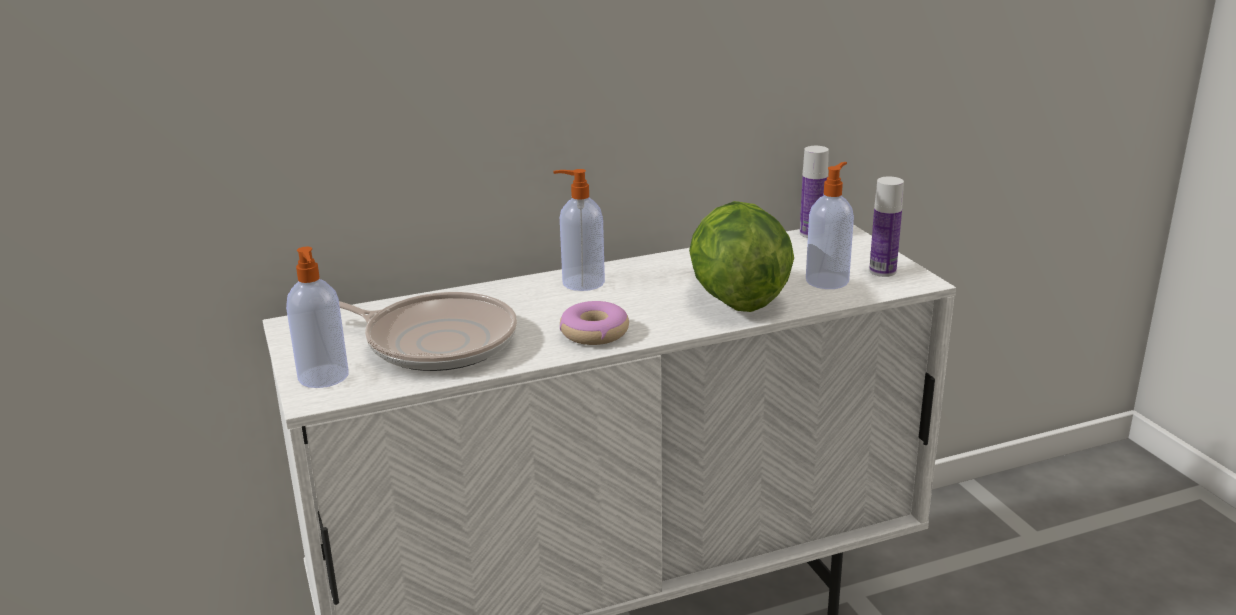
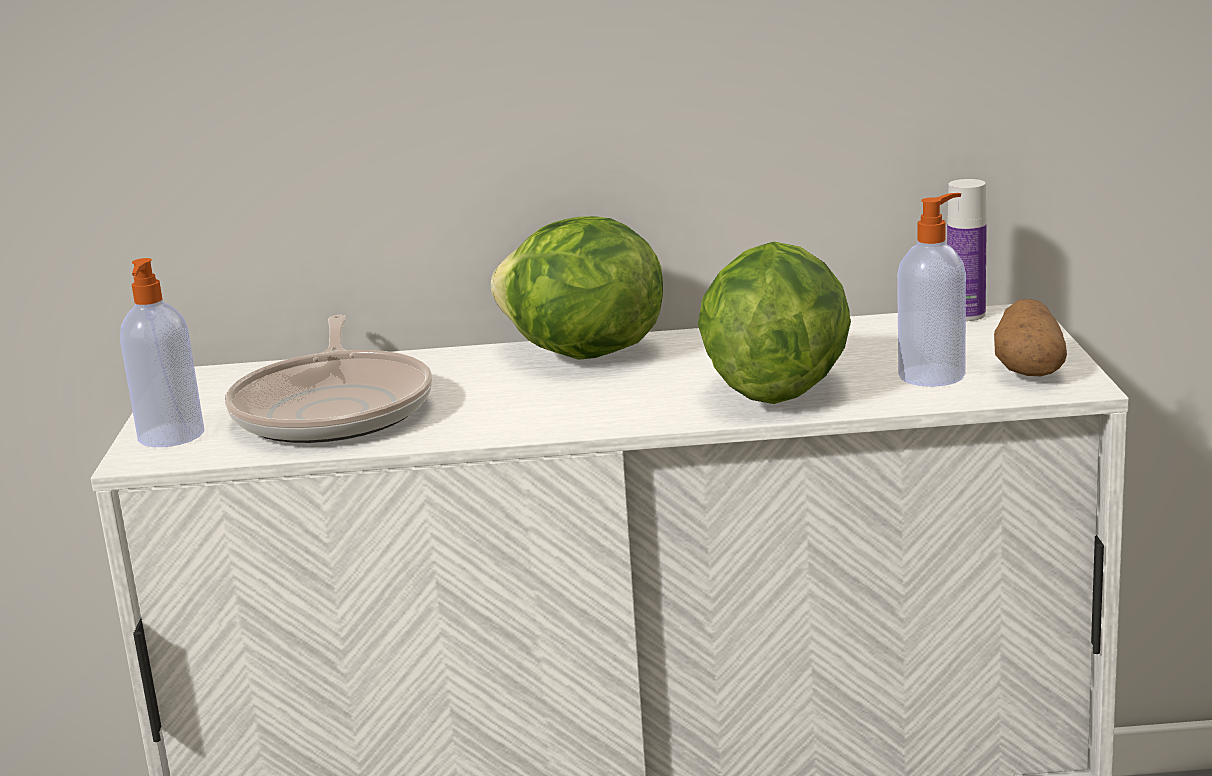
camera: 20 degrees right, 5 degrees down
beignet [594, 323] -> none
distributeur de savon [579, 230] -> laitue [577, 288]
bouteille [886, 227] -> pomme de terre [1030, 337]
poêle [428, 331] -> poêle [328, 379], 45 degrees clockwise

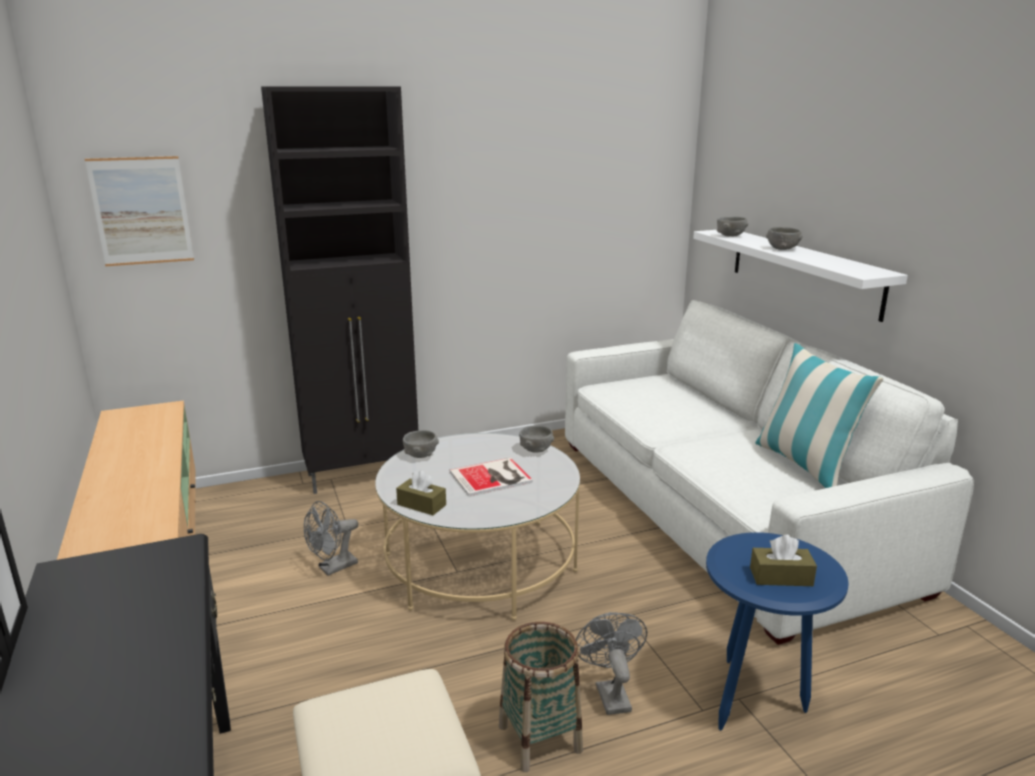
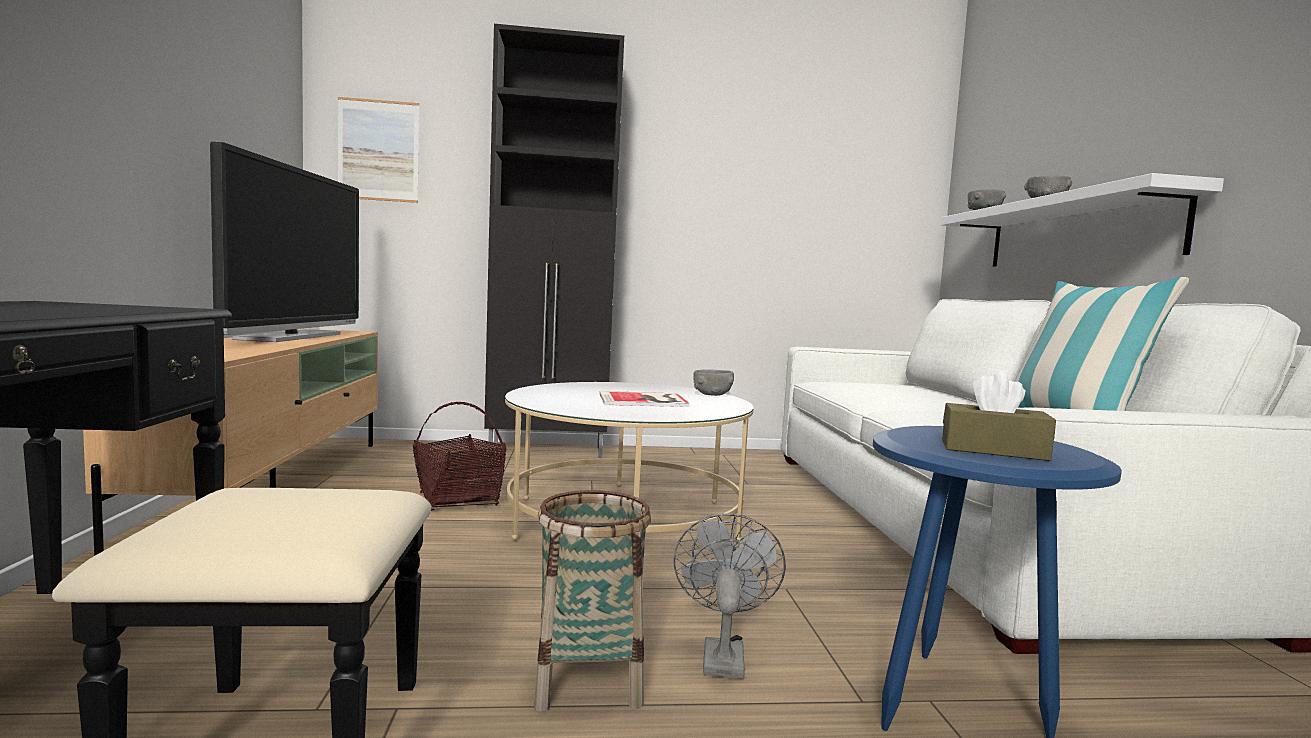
camera: 15 degrees right, 15 degrees down
boîte à mouchoirs (marron) [421, 492] -> none
bol (gris) [421, 444] -> none
none -> téléviseur [284, 242]
ventilateur (gris) [331, 538] -> panier [459, 456]

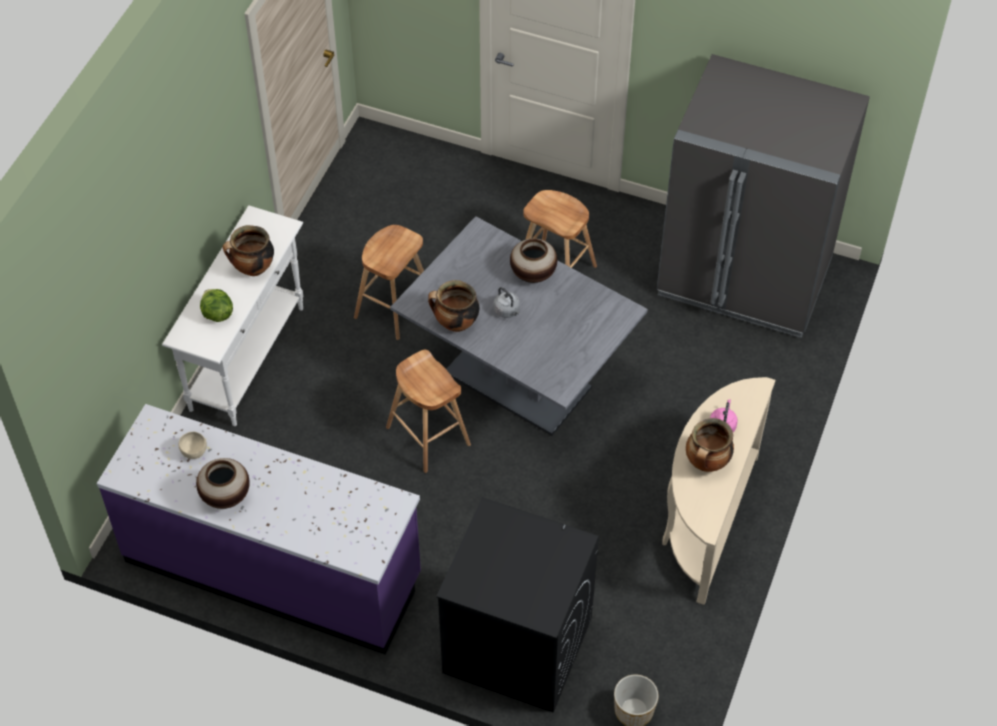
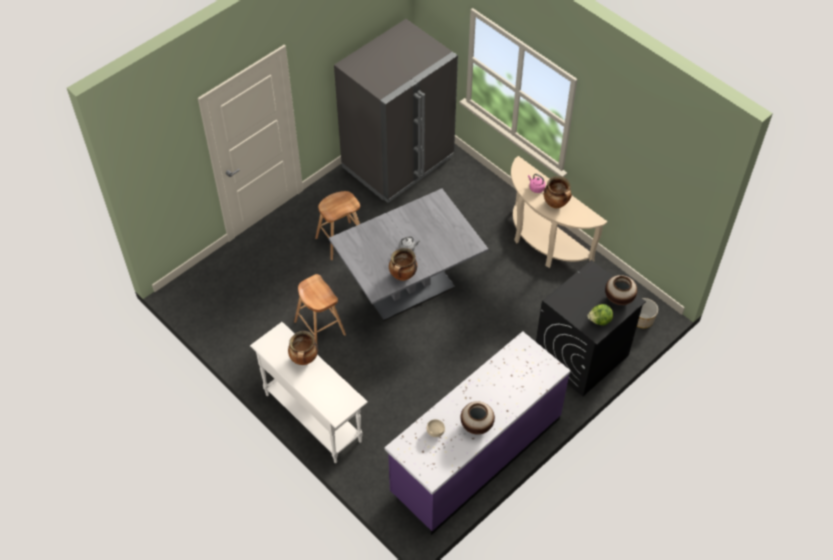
camera: 65 degrees left, 0 degrees up
tabouret (marron) [428, 411] -> none
laitue [216, 305] -> laitue [600, 314], shifted
vase [533, 260] -> vase [621, 290], shifted

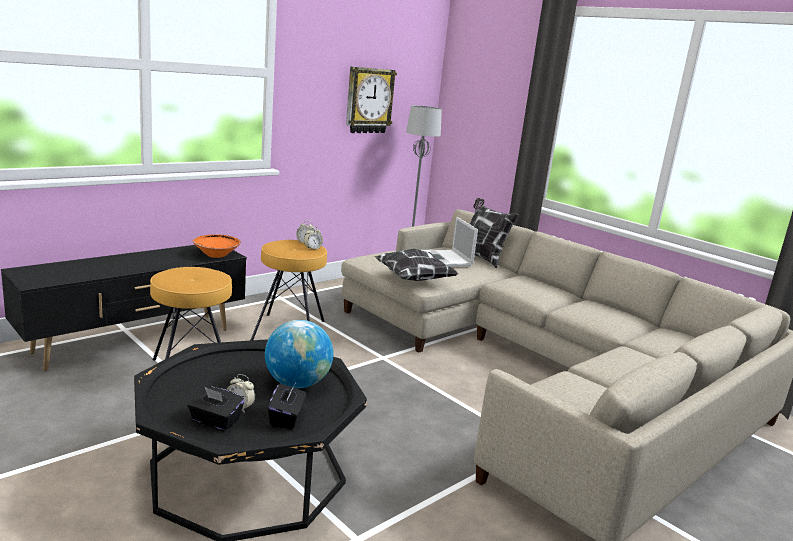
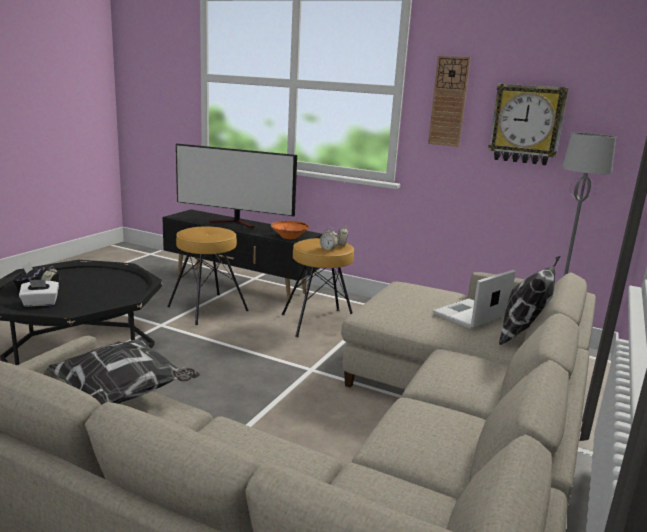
camera: 70 degrees right, 0 degrees up
globe [299, 354] -> none
none -> téléviseur [236, 186]
none -> horloge murale [449, 101]
coussin [416, 265] -> coussin [123, 372], shifted
boîte à mouchoirs (noir) [287, 406] -> boîte à mouchoirs (blanc) [39, 293]

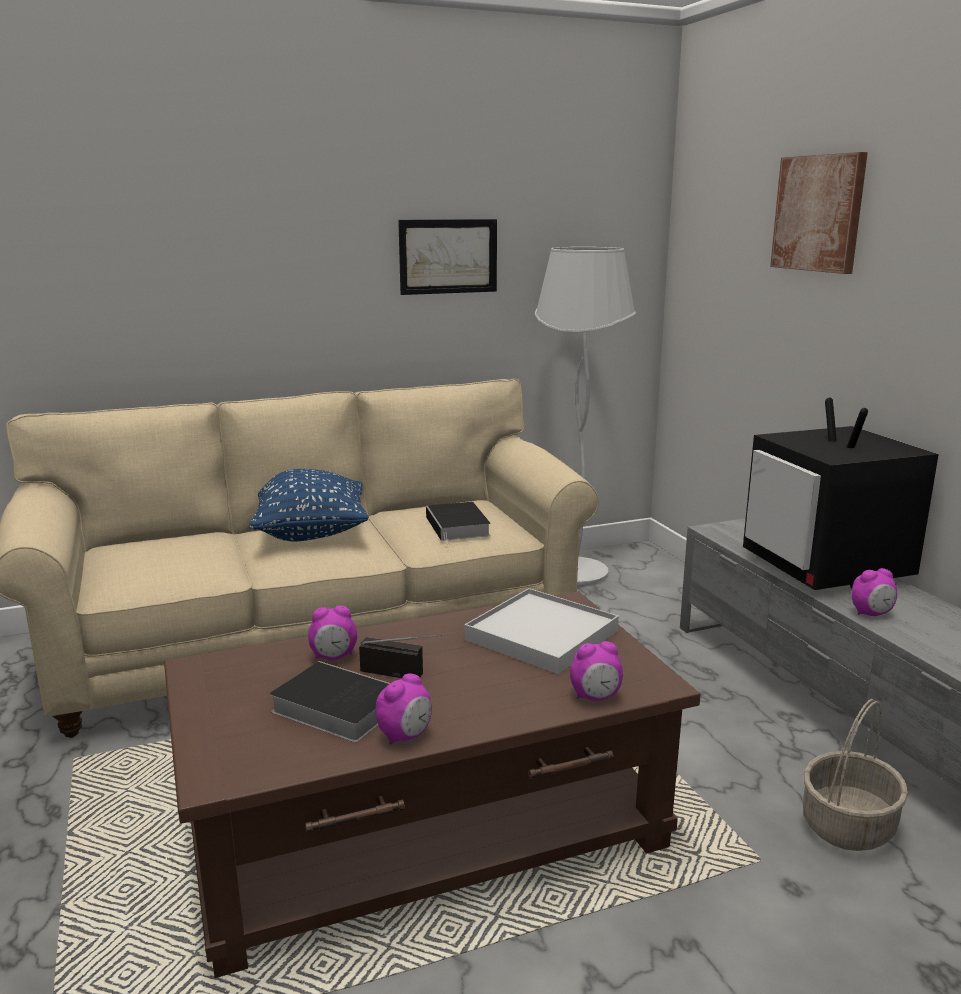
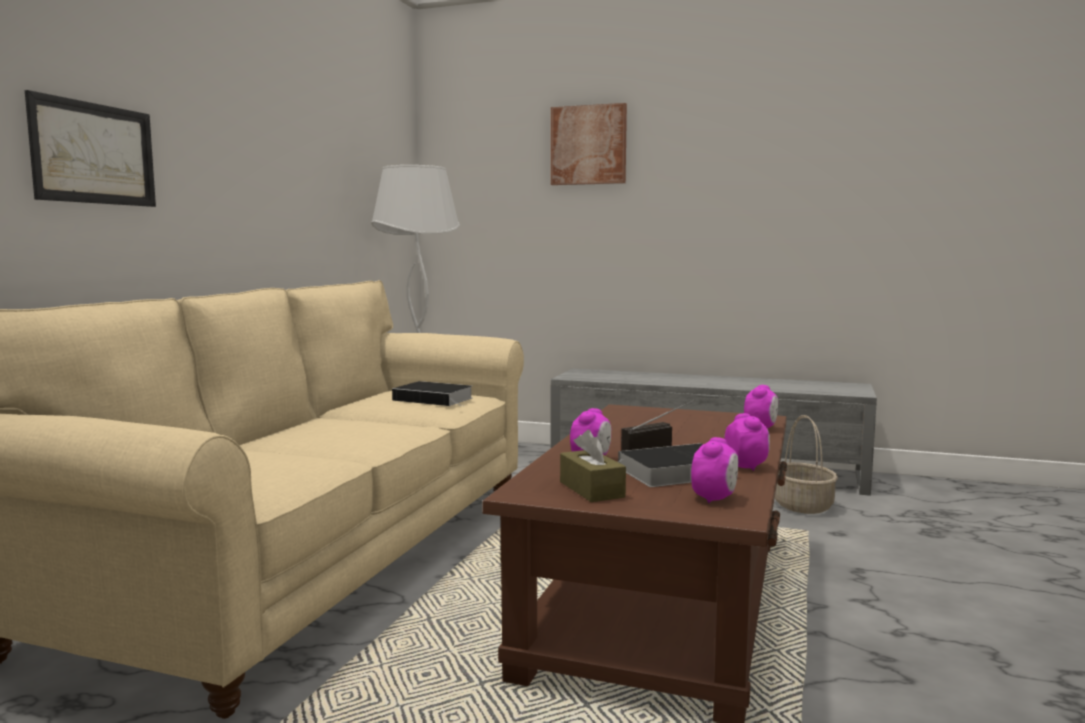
camera: 50 degrees left, 10 degrees down
coussin (bleu) [308, 505] -> none
plateau (blanc) [542, 631] -> none
téléviseur [841, 493] -> none
none -> boîte à mouchoirs (marron) [593, 466]
tableau [447, 257] -> tableau [90, 148], shifted
réveil [874, 592] -> réveil [714, 470], shifted

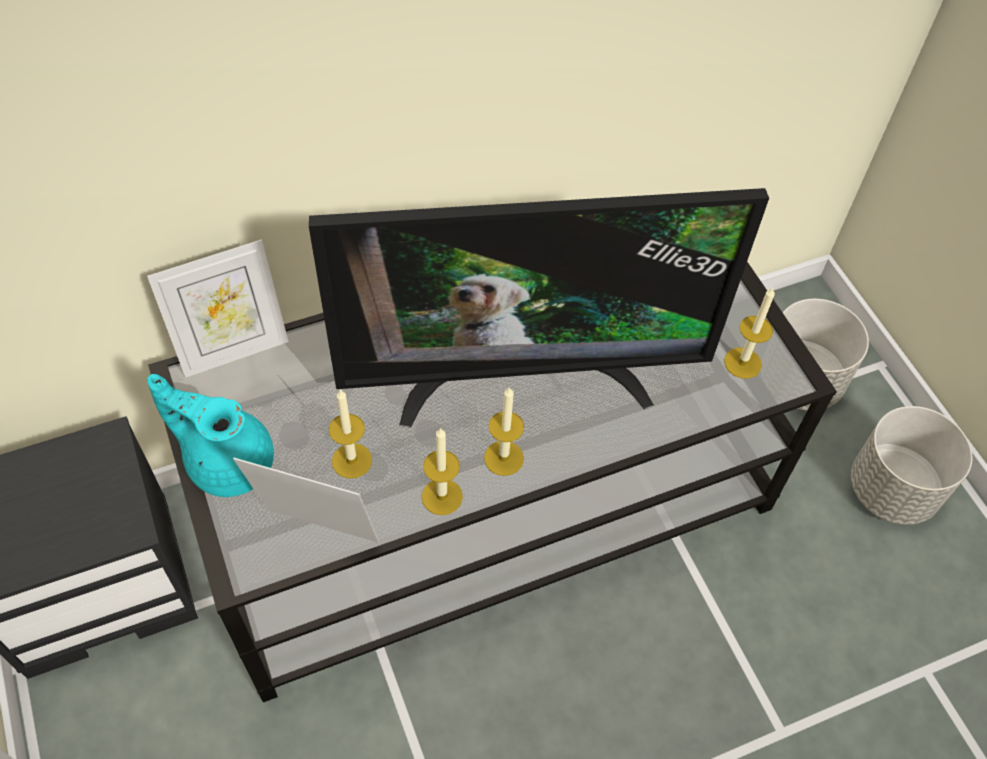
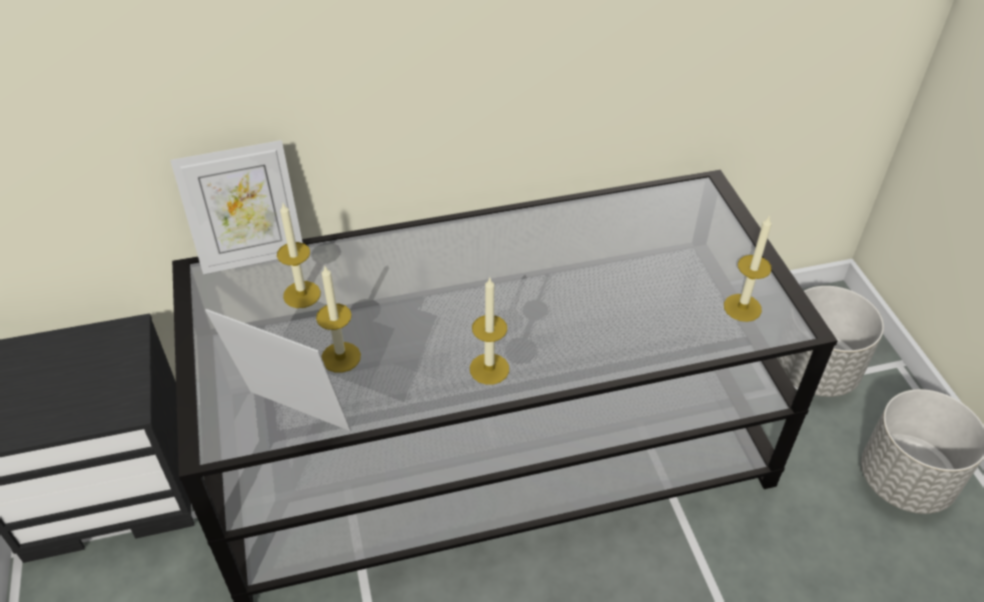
camera: 10 degrees right, 10 degrees down
théière (turquoise) [210, 435] -> none
téléviseur [539, 307] -> none
bougie [442, 471] -> bougie [299, 255], shifted

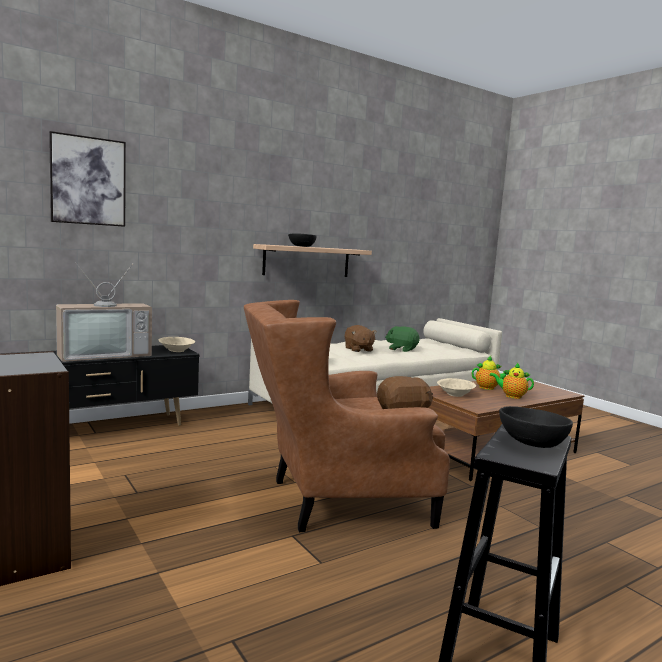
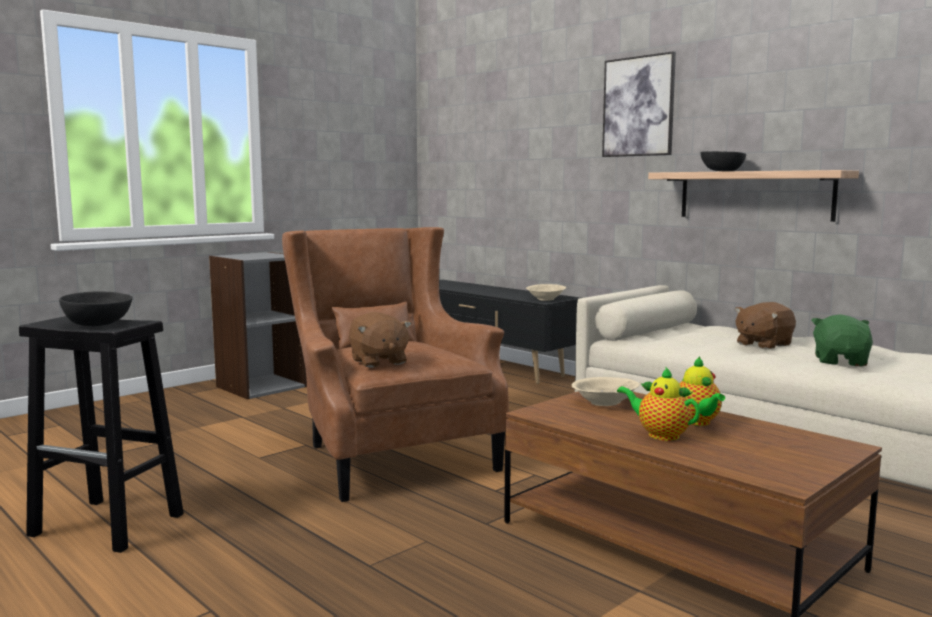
camera: 80 degrees right, 0 degrees up
téléviseur [104, 312] -> none
tableau [87, 179] -> tableau [639, 104], shifted
théière [511, 381] -> théière [658, 403], 60 degrees counterclockwise

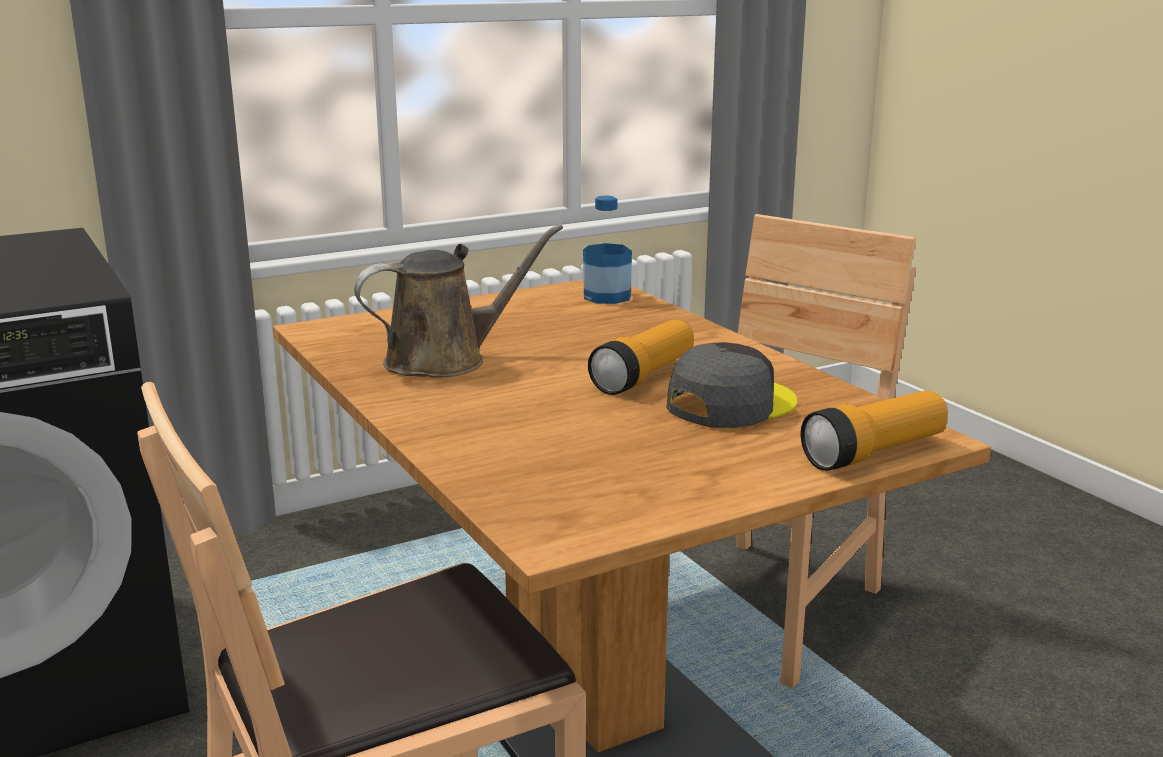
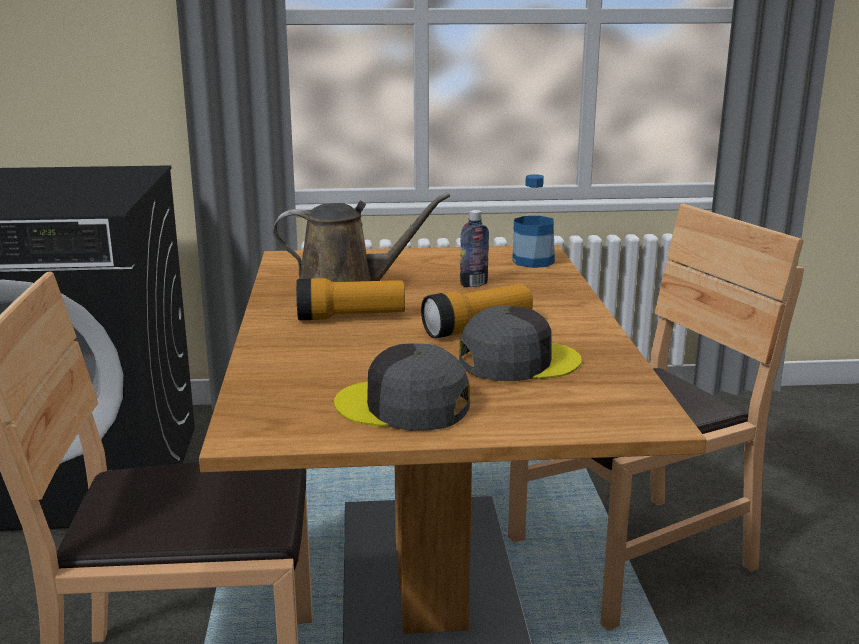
camera: 25 degrees right, 0 degrees up
none -> casquette (gris) [402, 387]
none -> bouteille [474, 248]
lampe de poche [874, 430] -> lampe de poche [350, 299], shifted

